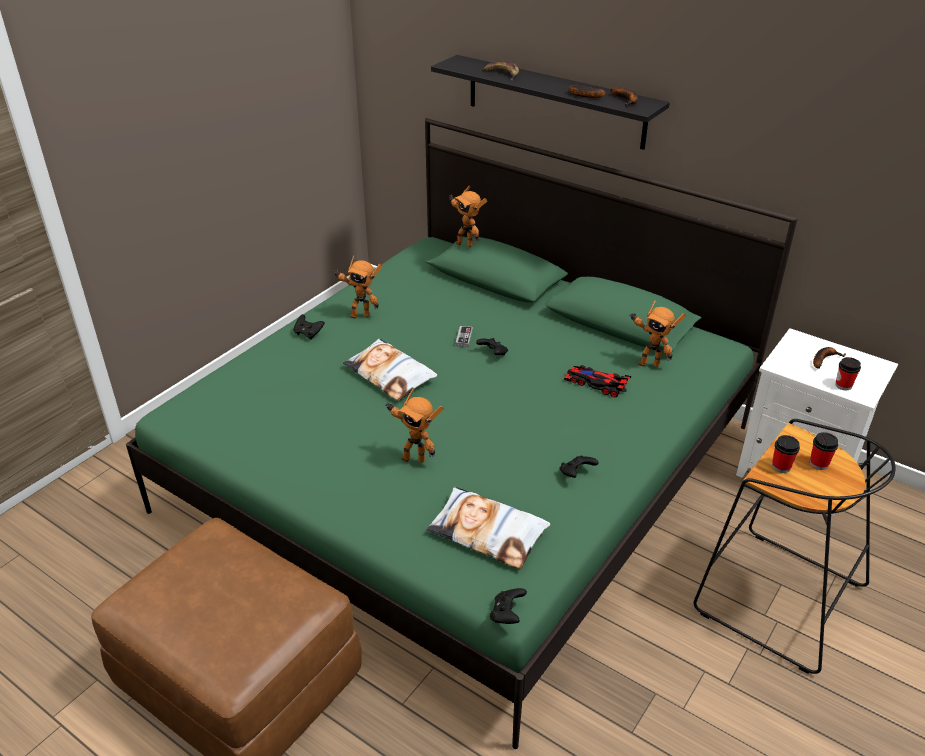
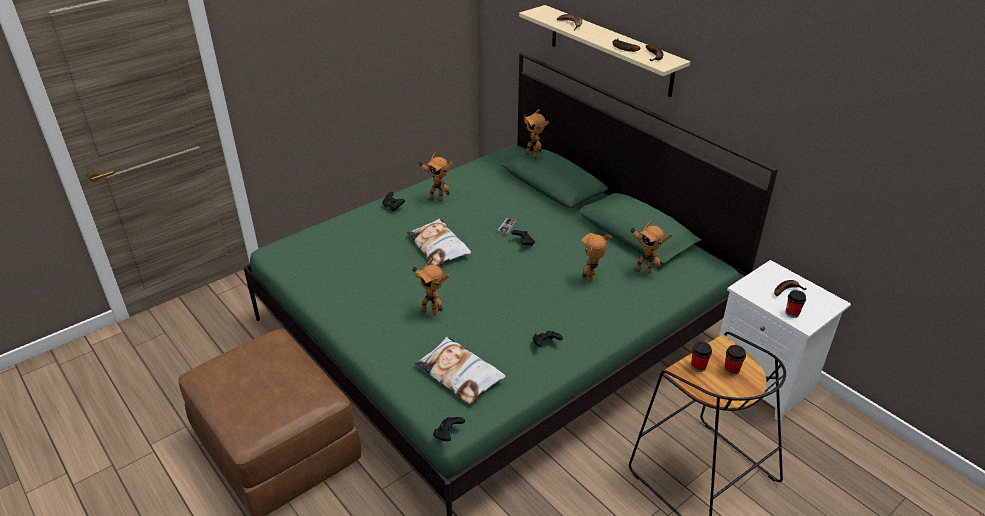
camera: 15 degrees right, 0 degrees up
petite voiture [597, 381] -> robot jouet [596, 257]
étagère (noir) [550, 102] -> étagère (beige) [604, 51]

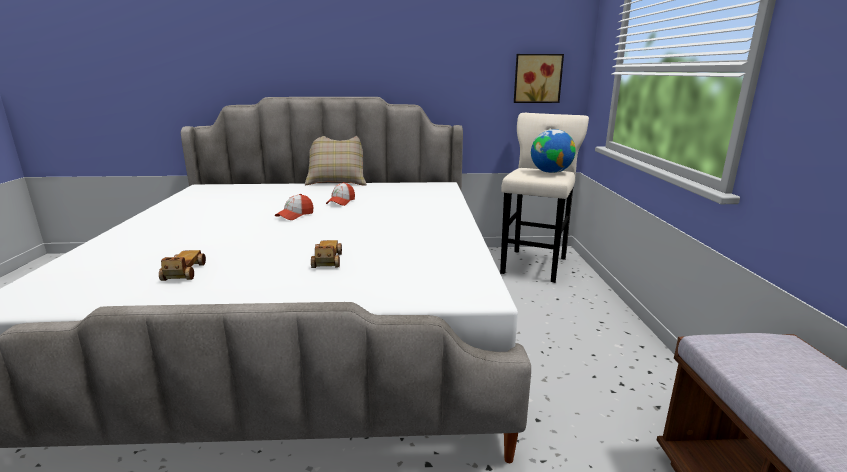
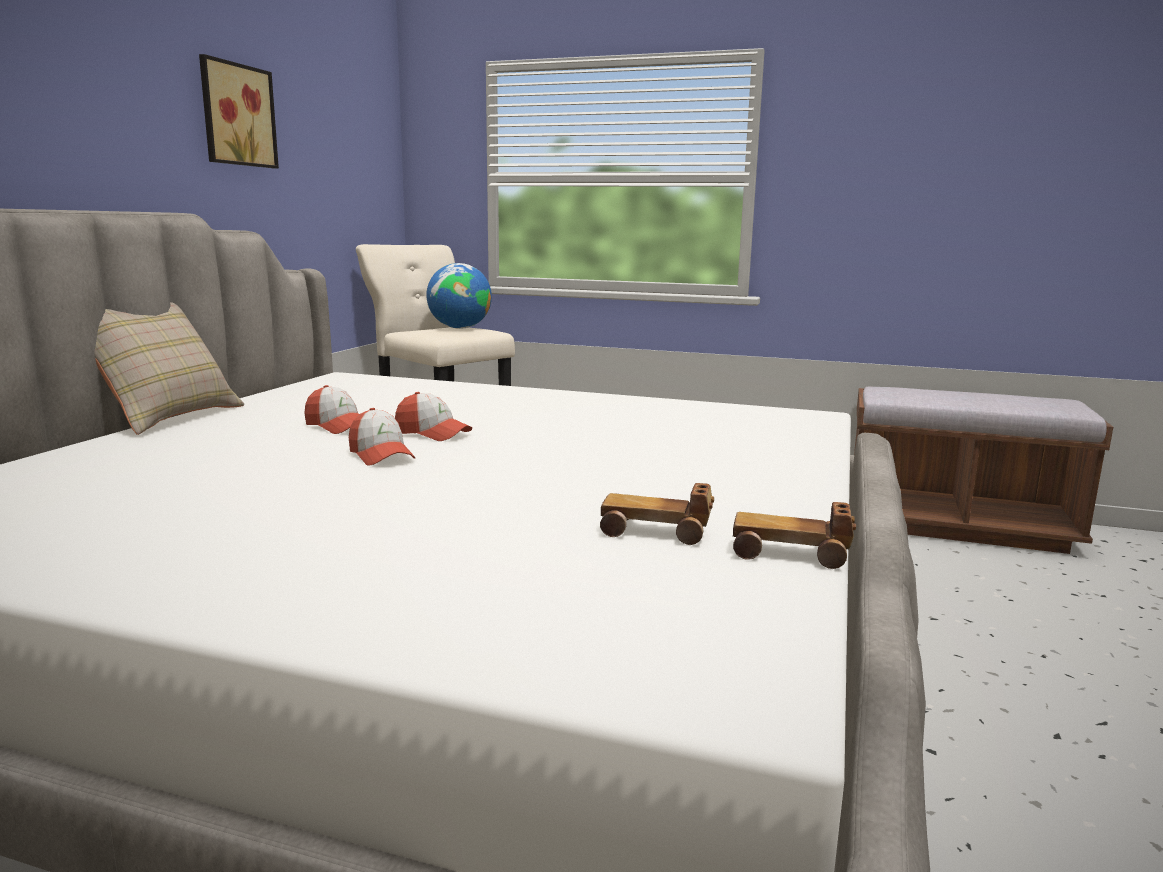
camera: 70 degrees left, 5 degrees down
none -> casquette [433, 416]
petite voiture [326, 254] -> petite voiture [794, 535], shifted
tableau [539, 78] -> tableau [239, 111], shifted

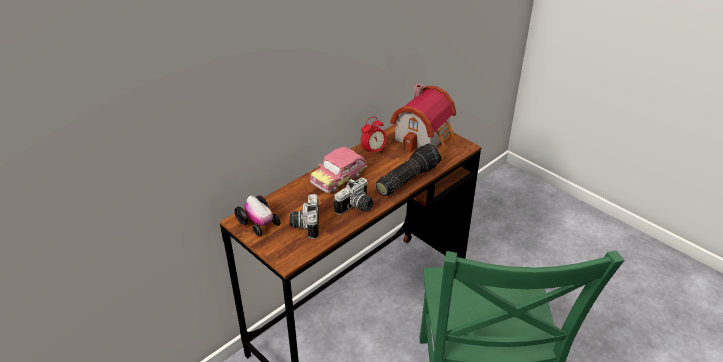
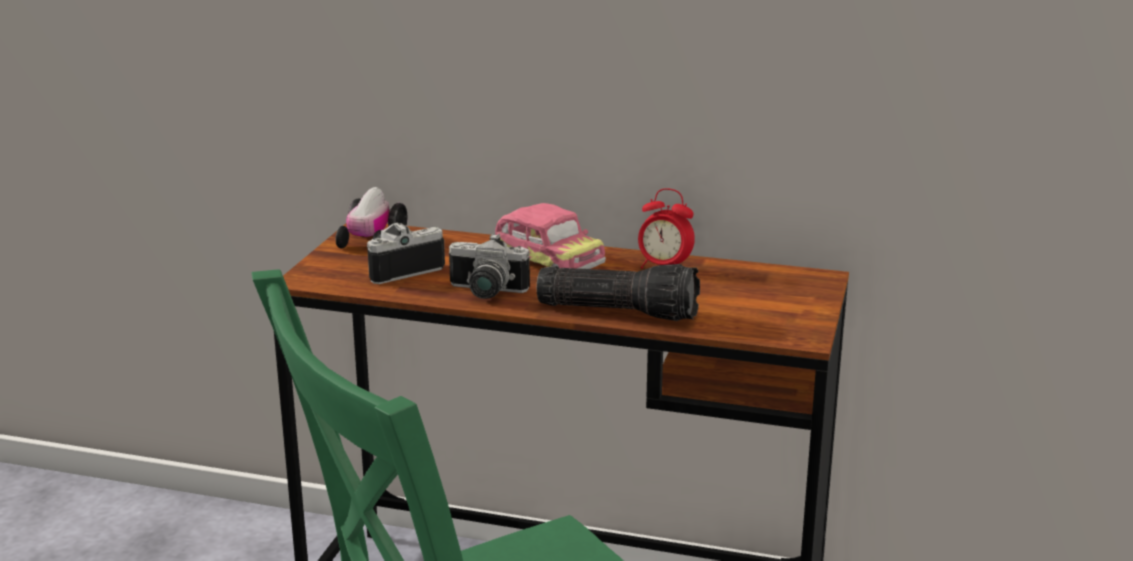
camera: 60 degrees right, 15 degrees down
maison miniature [423, 118] -> none
petite voiture [338, 170] -> petite voiture [550, 236], 150 degrees counterclockwise

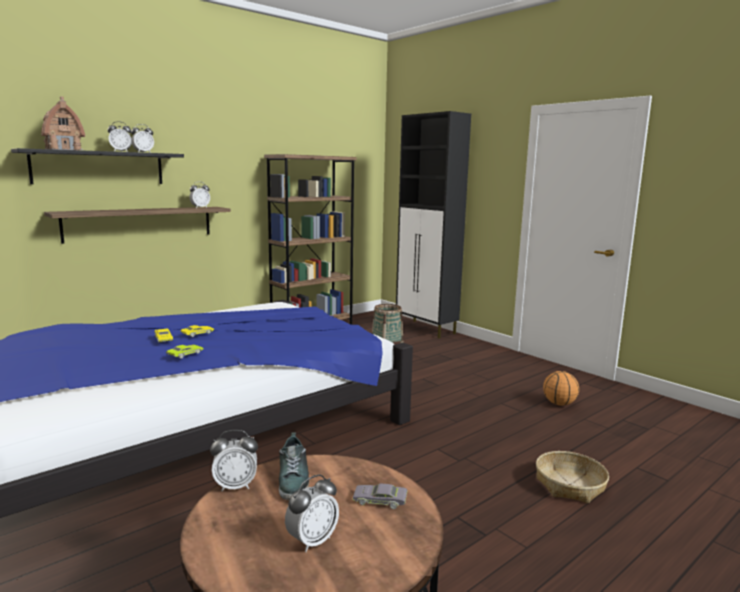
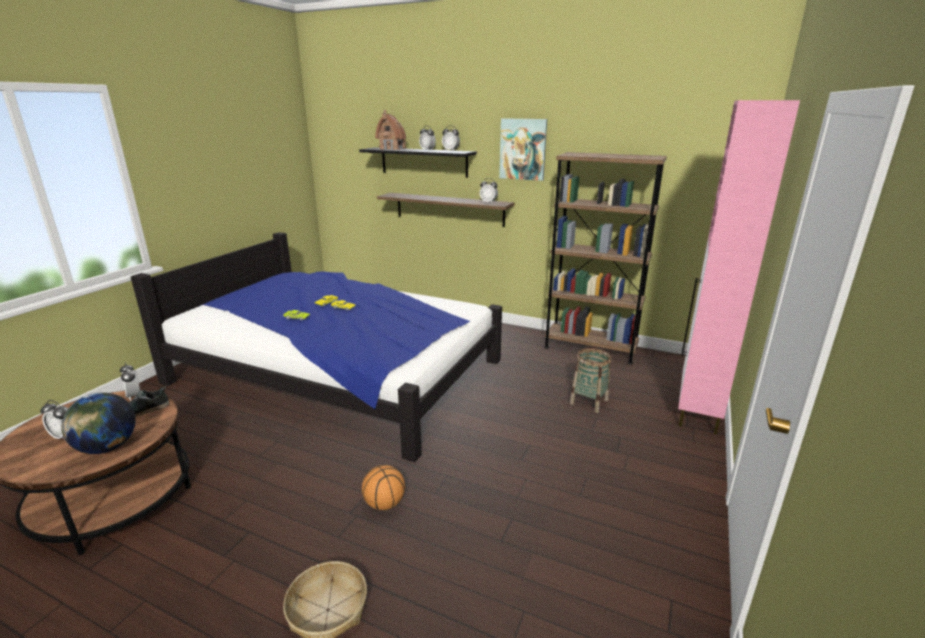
camera: 65 degrees right, 10 degrees up
none -> tableau [523, 149]
ballon de basket [561, 388] -> ballon de basket [383, 487], shifted
petite voiture (gris) [379, 496] -> globe [98, 423]
meuble de rangement (noir) [433, 224] -> meuble de rangement (rose) [739, 267]

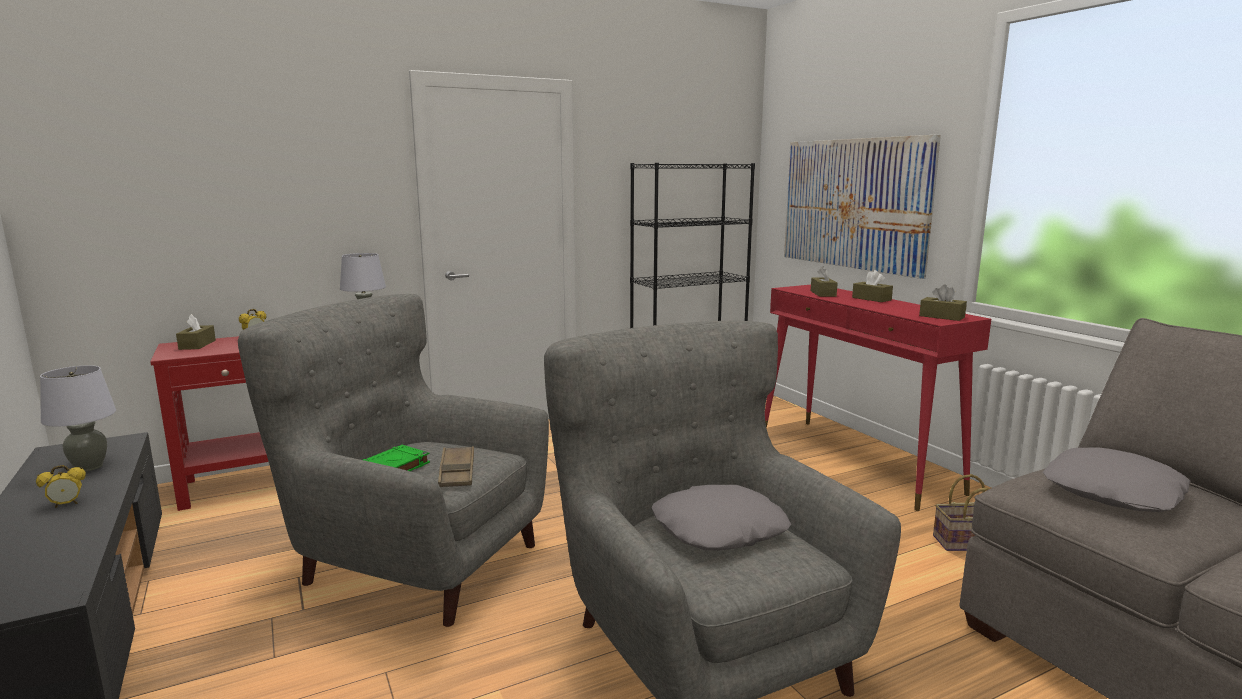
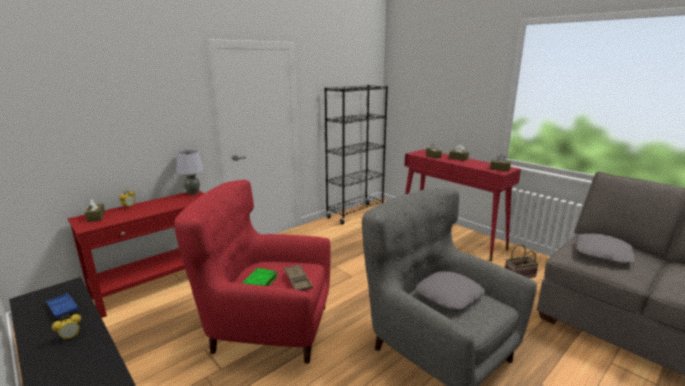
camera: 15 degrees left, 5 degrees up
tableau [862, 207] -> none
lampe de table (gris) [78, 418] -> plateau (bleu) [62, 305]
fauteuil (gris) [393, 460] -> fauteuil (rouge) [252, 272]

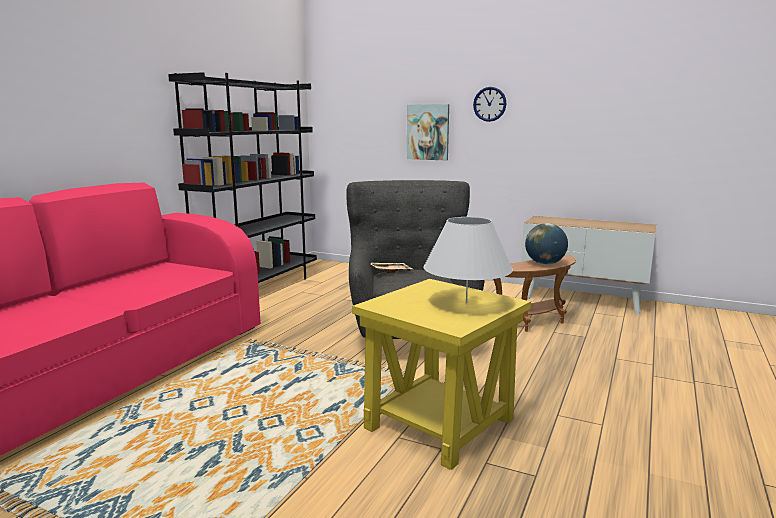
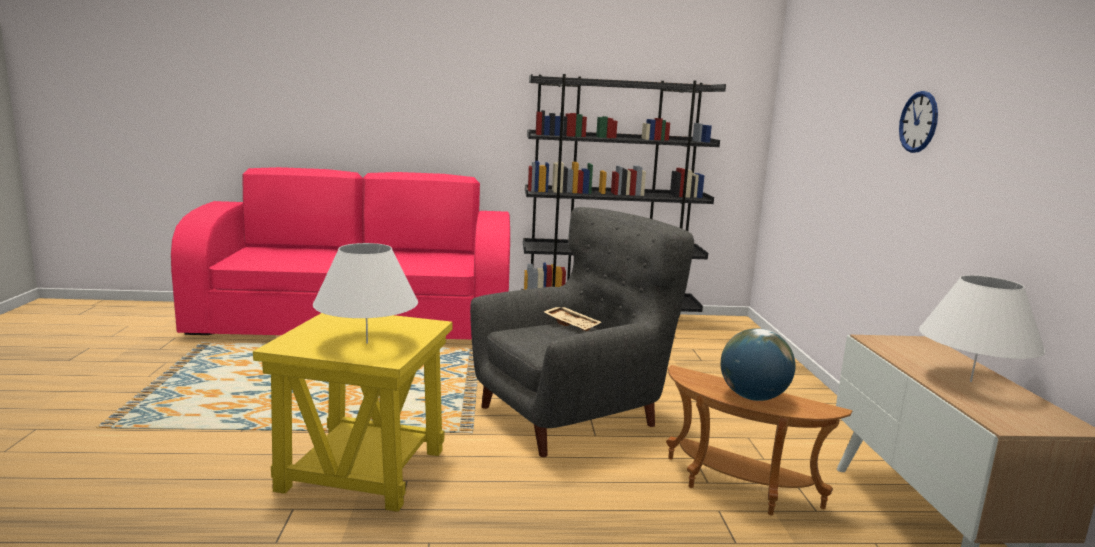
camera: 60 degrees right, 0 degrees up
tableau [428, 132] -> none
none -> lampe de table (blanc) [982, 328]

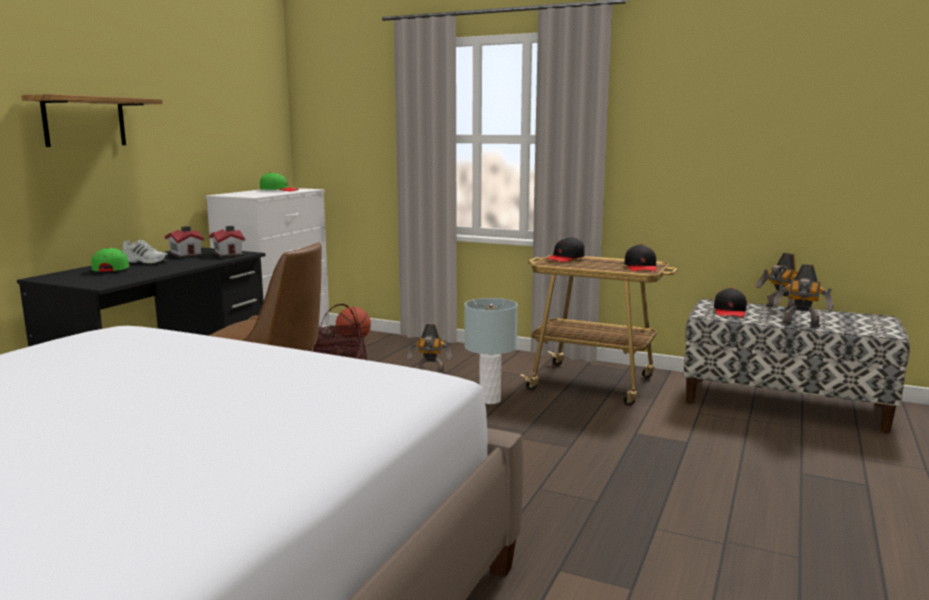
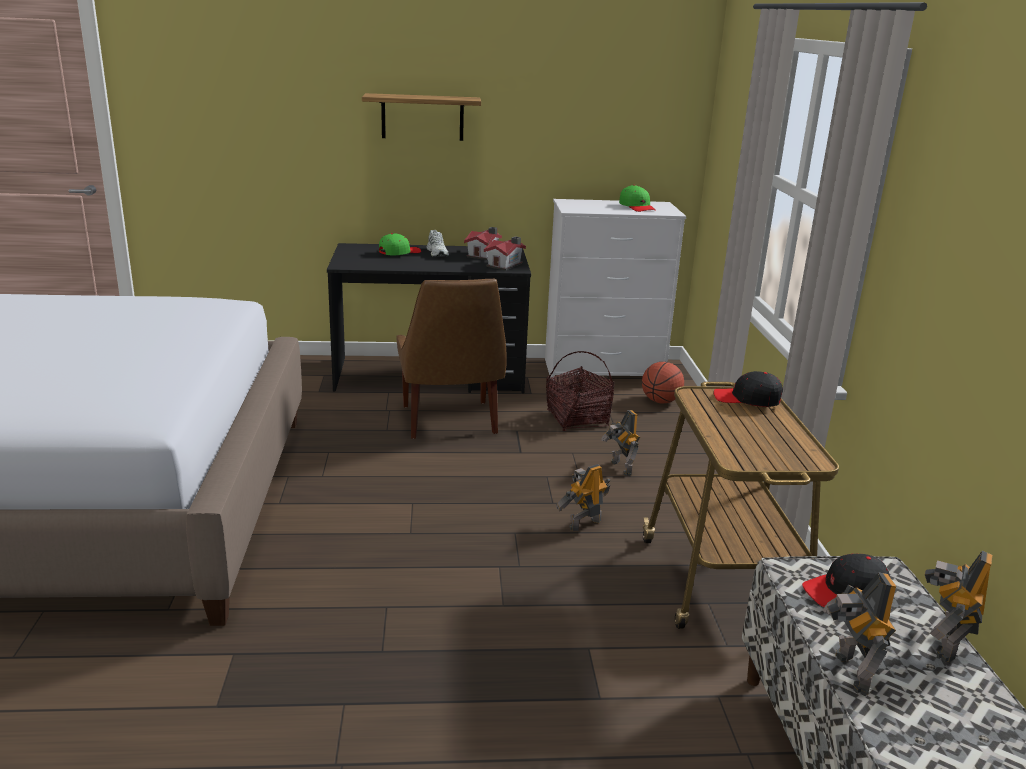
camera: 60 degrees right, 10 degrees up
casquette (noir) [640, 258] -> none
lampe de table (gris) [491, 351] -> robot jouet [583, 497]

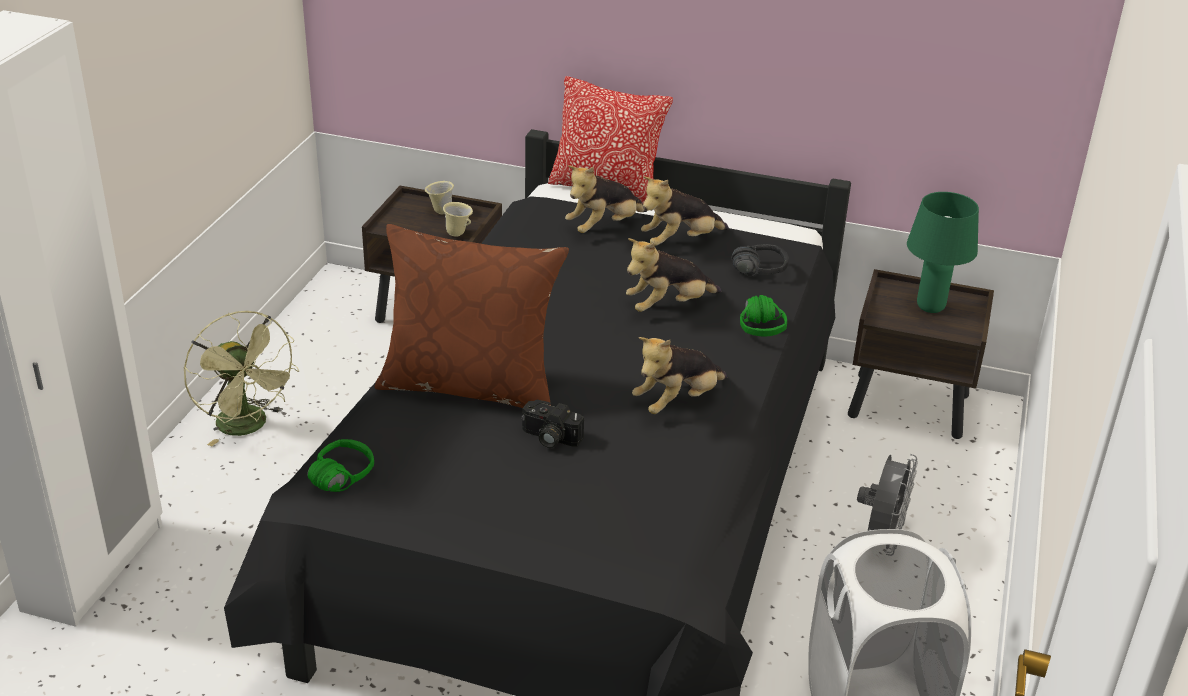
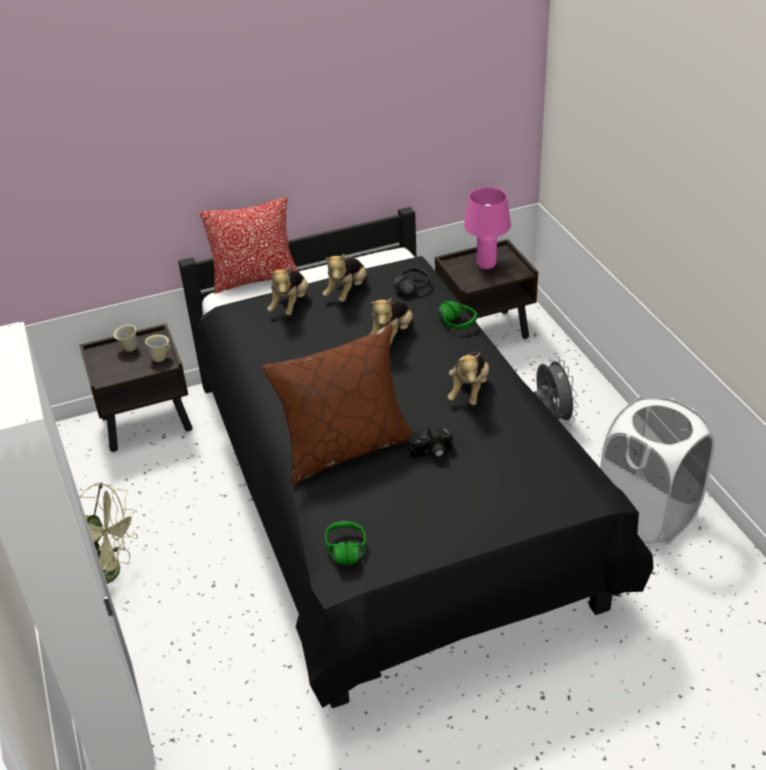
camera: 35 degrees left, 5 degrees up
lampe de table (vert) [943, 252] -> lampe de table (rose) [487, 228]

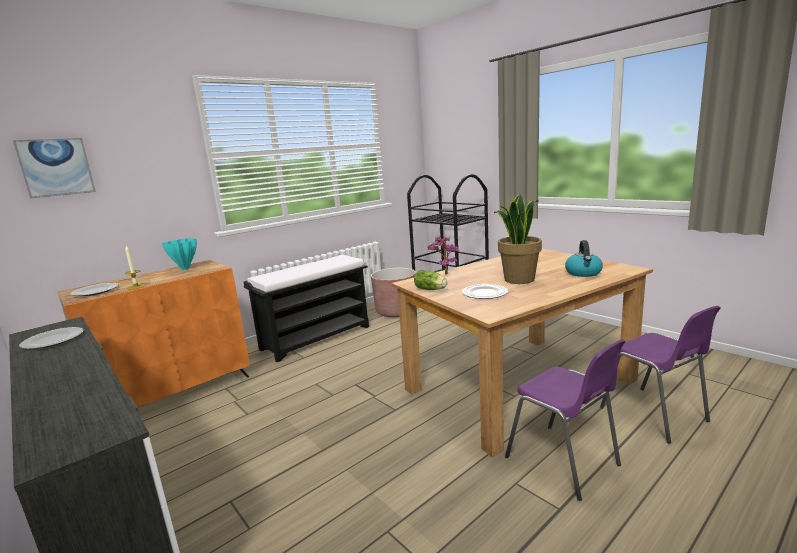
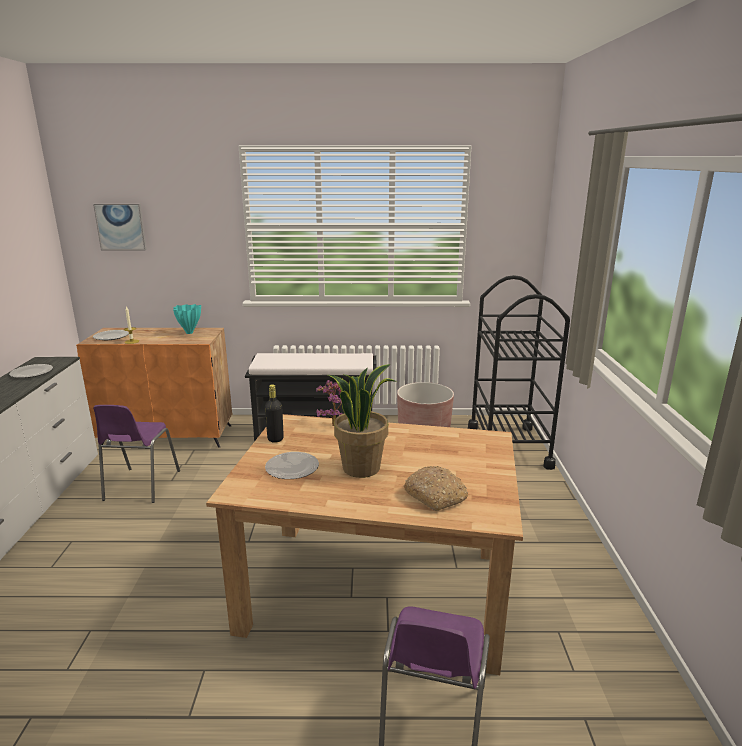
camera: 40 degrees right, 5 degrees up
chaise (violet) [565, 420] -> chaise (violet) [136, 454], shifted
laitue [430, 280] -> bouteille (noir) [274, 413]
bouilloire [584, 258] -> pain [435, 488]

